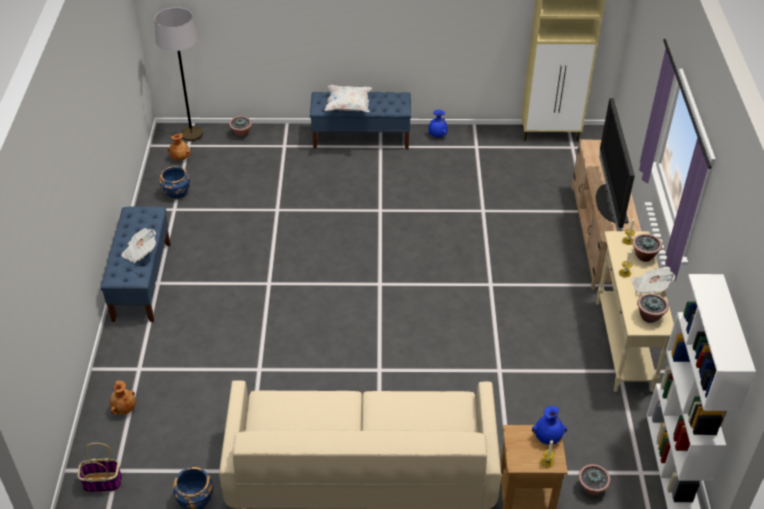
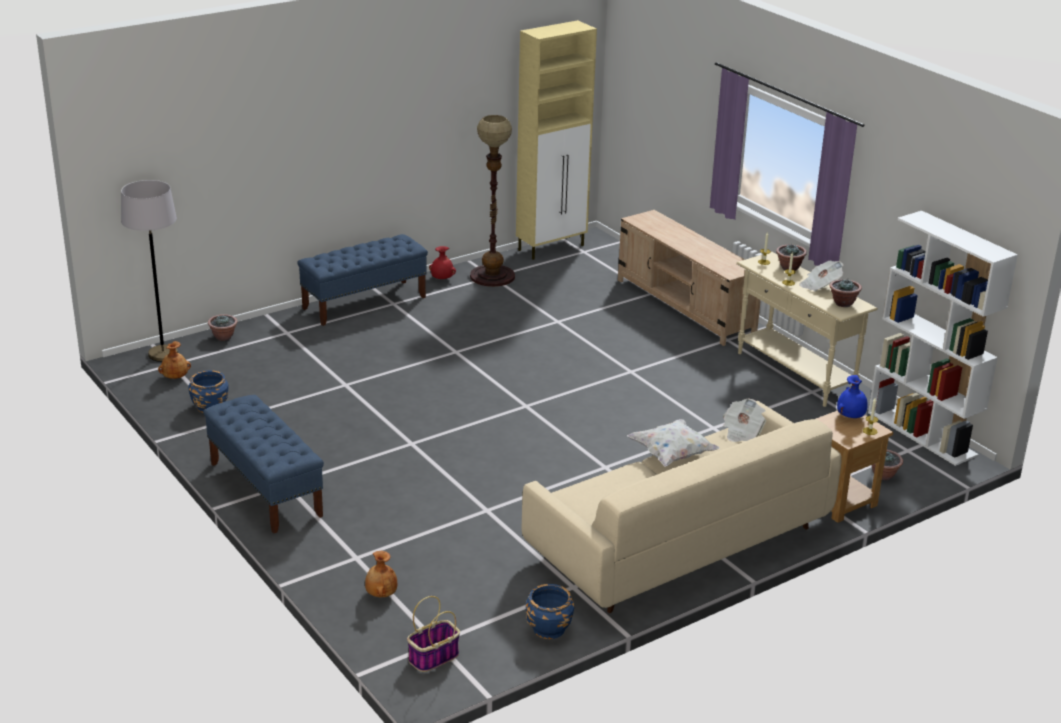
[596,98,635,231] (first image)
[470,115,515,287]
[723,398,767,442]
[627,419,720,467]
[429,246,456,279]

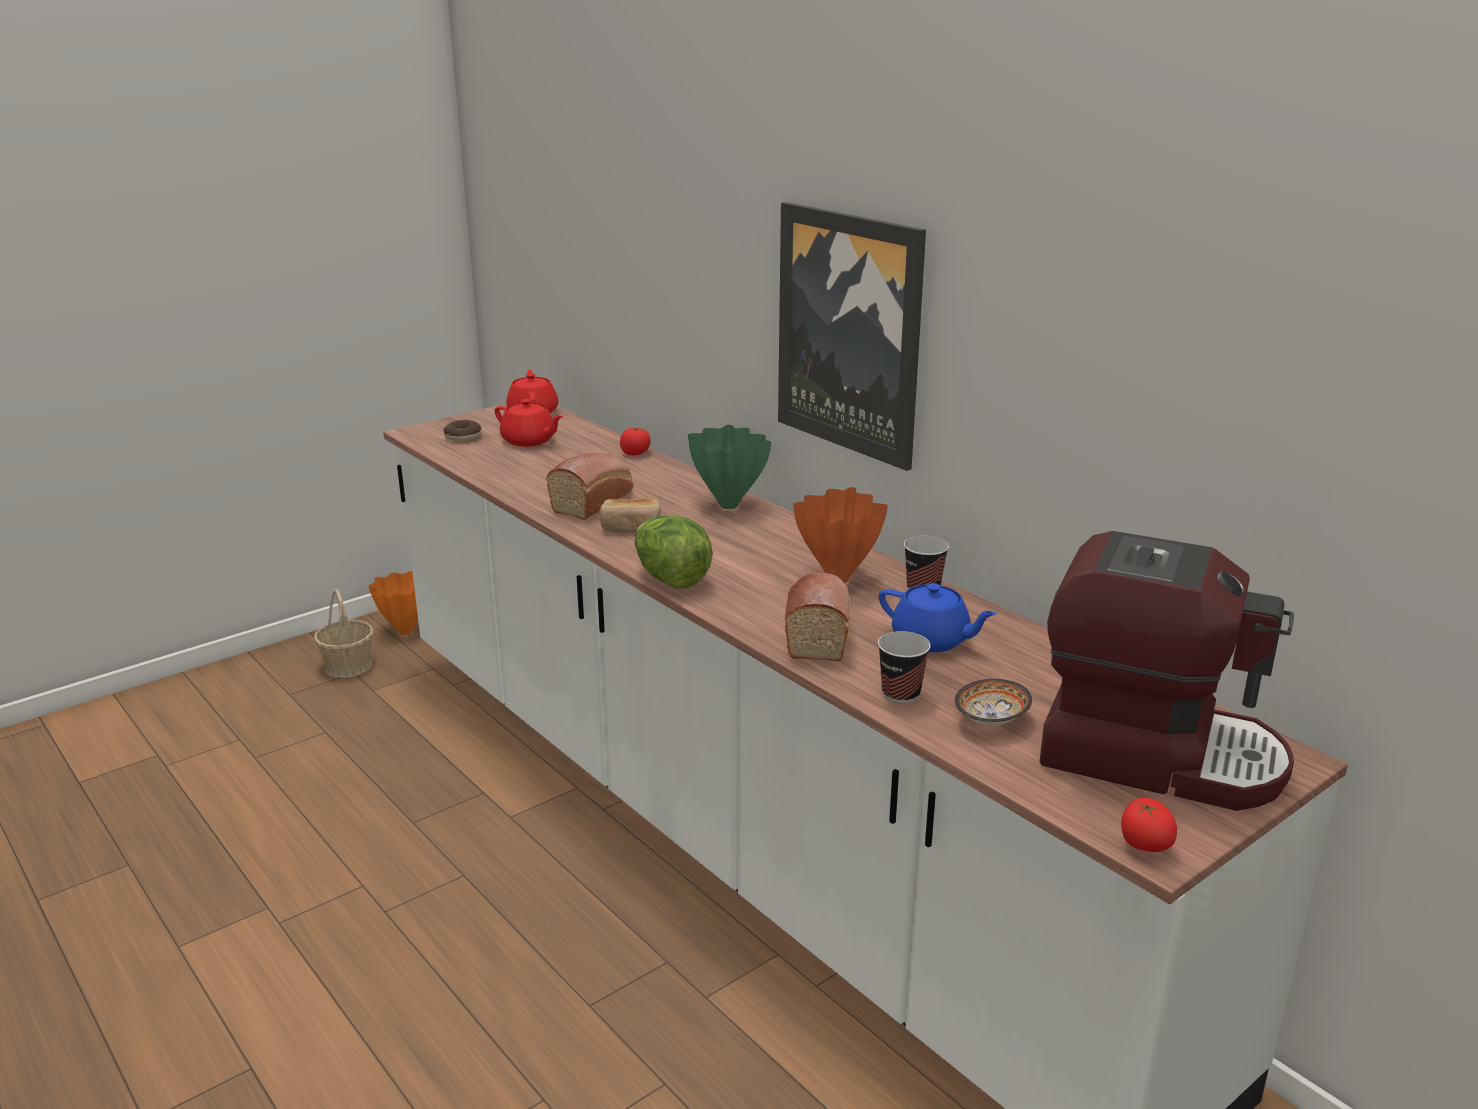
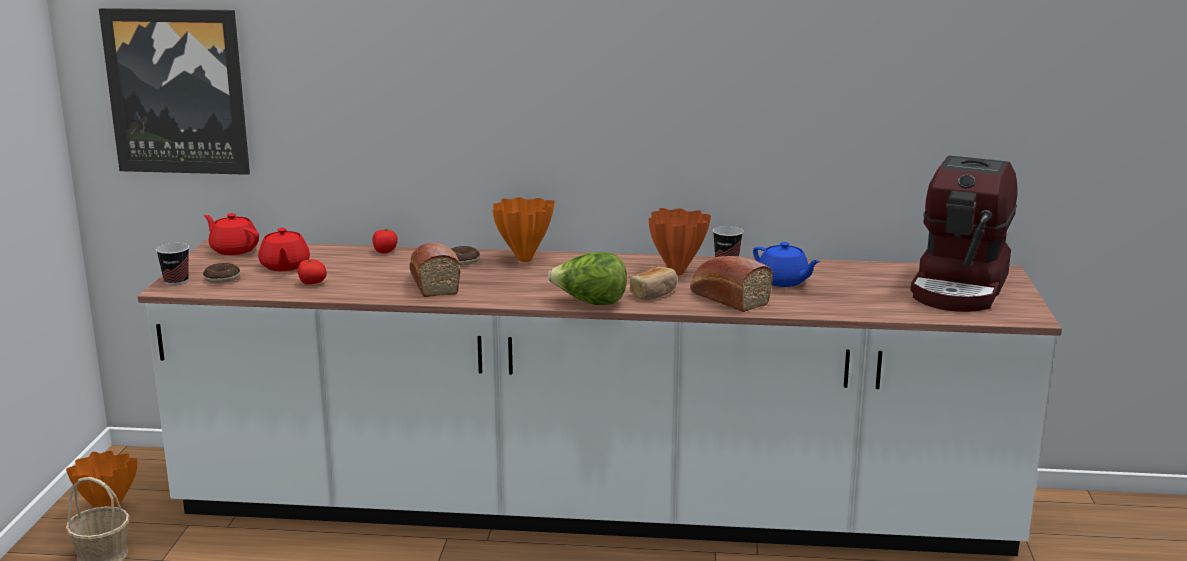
[955,679,1032,726] (first image)
[451,246,480,266]
[630,267,677,300]
[99,8,250,175]
[156,243,189,285]
[298,259,327,285]
[492,197,555,262]
[258,228,310,271]
[753,242,820,287]
[910,156,1018,312]

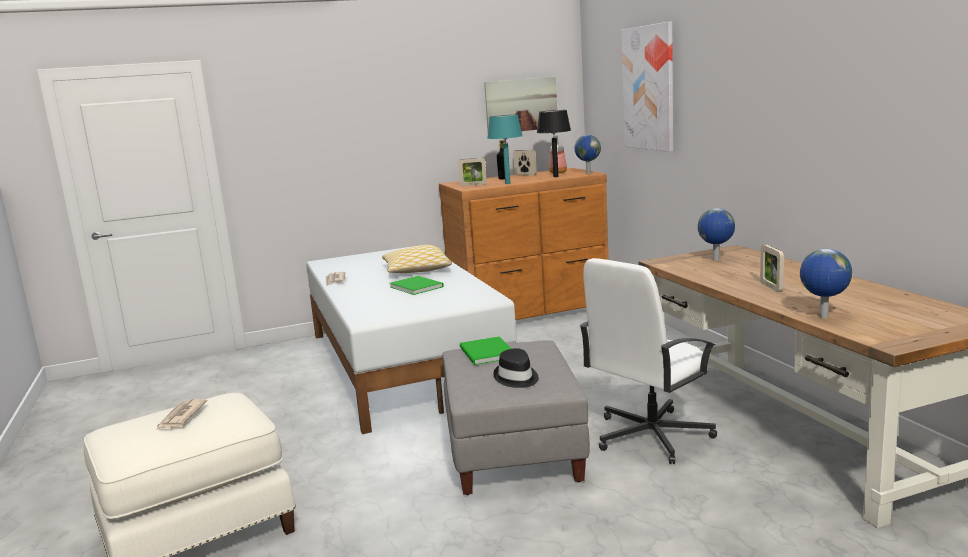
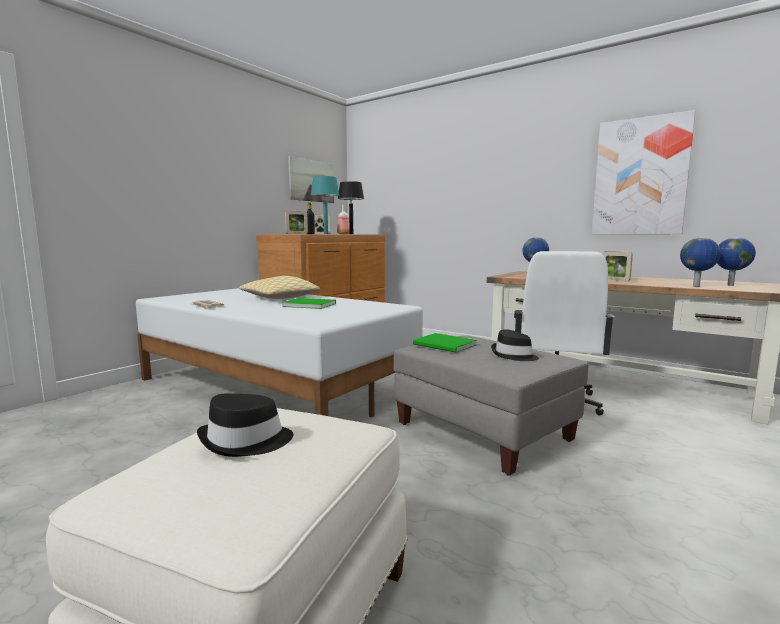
[717,237,756,286]
[592,110,696,234]
[197,393,293,457]

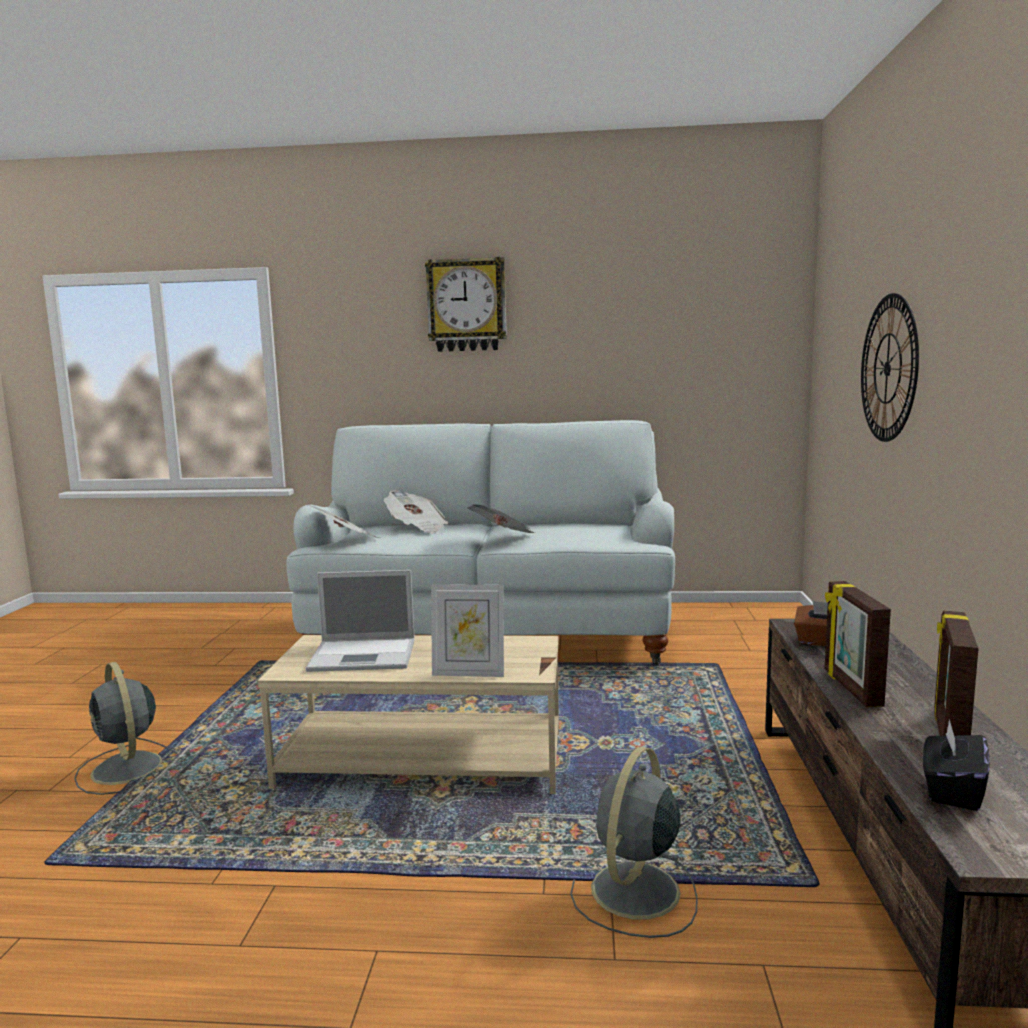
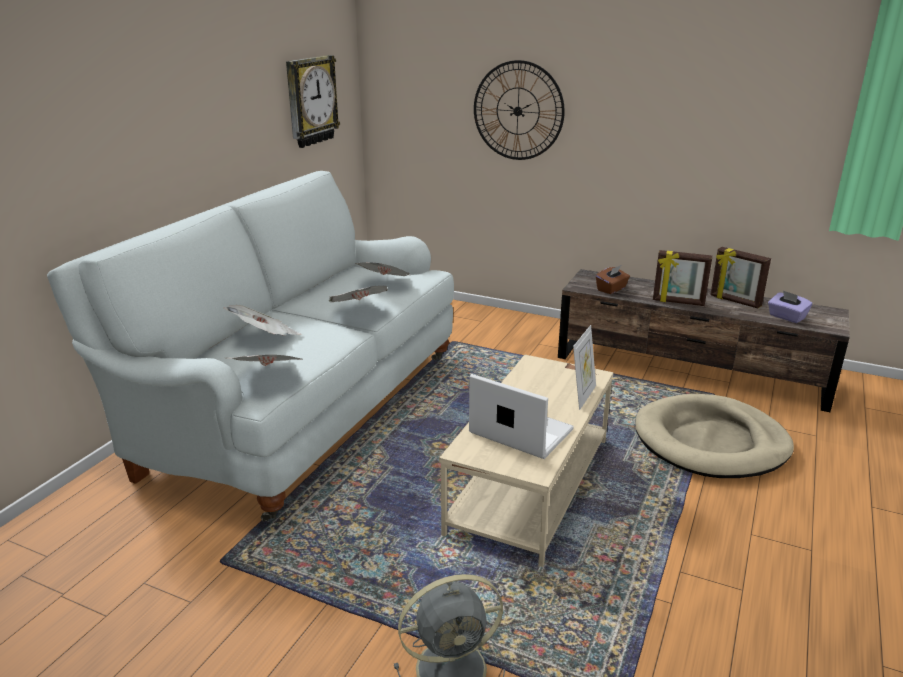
[354,262,410,276]
[286,55,340,148]
[636,394,794,478]
[768,290,813,323]
[469,374,574,459]

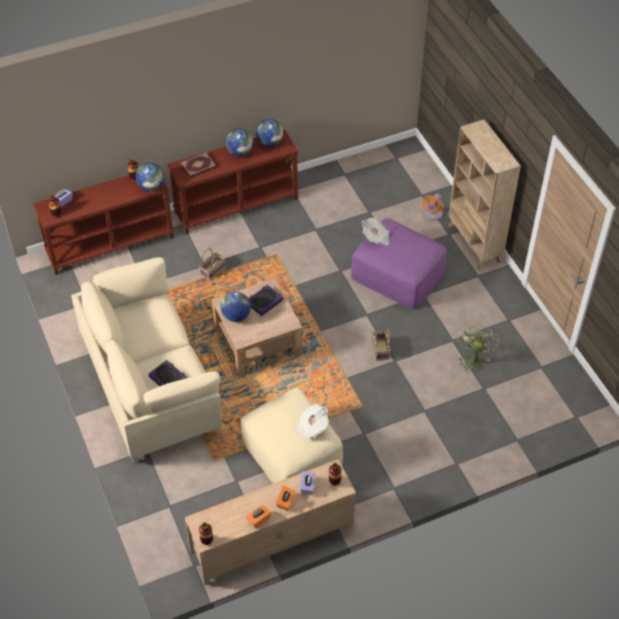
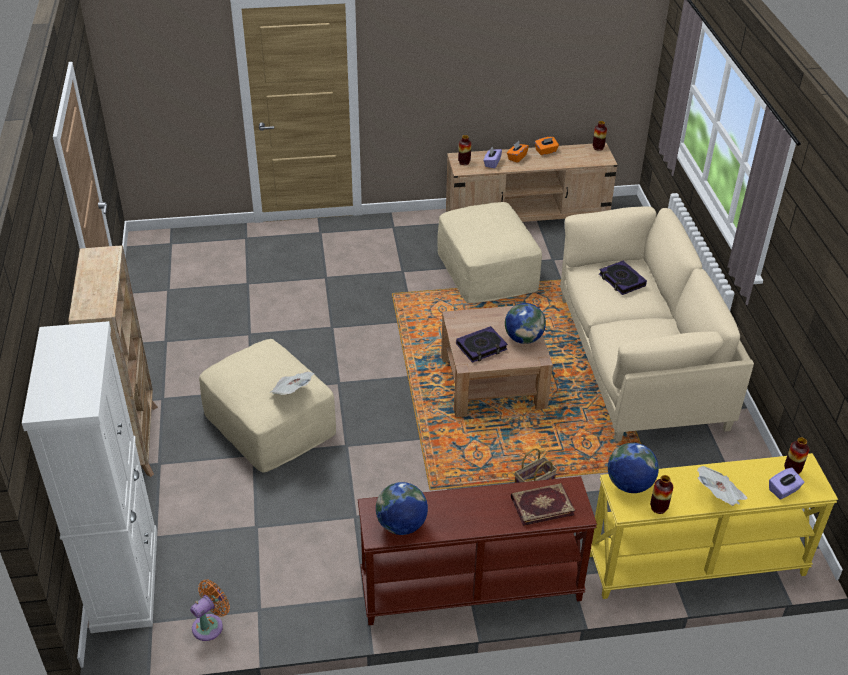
[225,128,253,156] (first image)
[372,329,391,361] (first image)
[457,325,499,371] (first image)
[22,321,157,633]
[697,466,748,506]
[190,580,230,641]
[590,453,838,599]
[199,339,336,473]

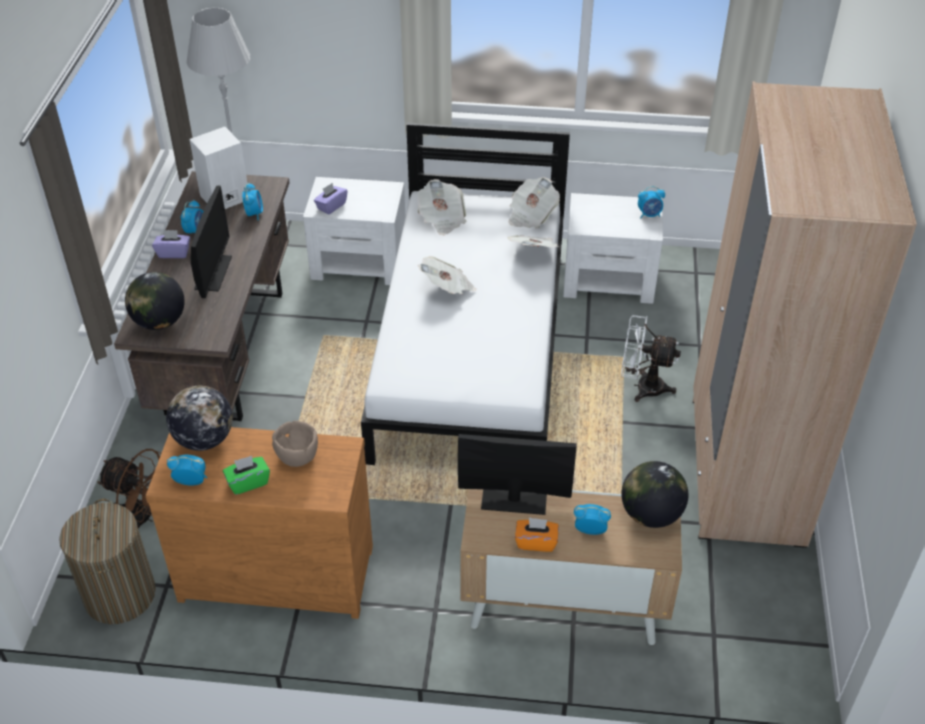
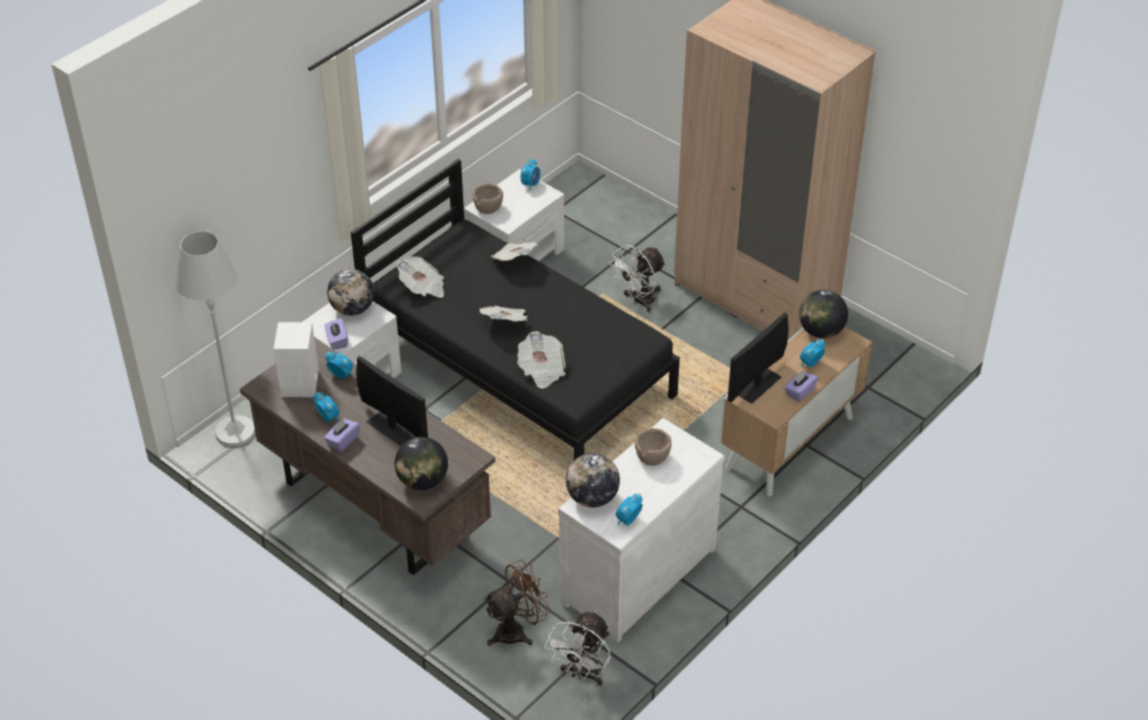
[223,456,270,495] (first image)
[327,269,374,316]
[473,183,503,214]
[518,331,565,389]
[544,610,611,686]
[558,418,725,643]
[351,159,680,460]
[784,370,818,402]

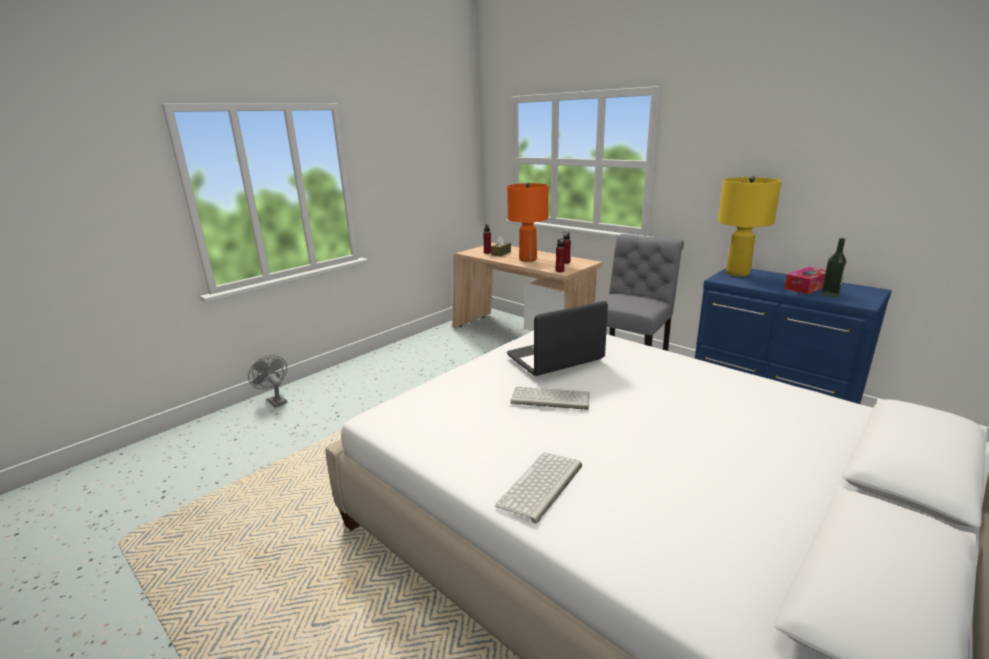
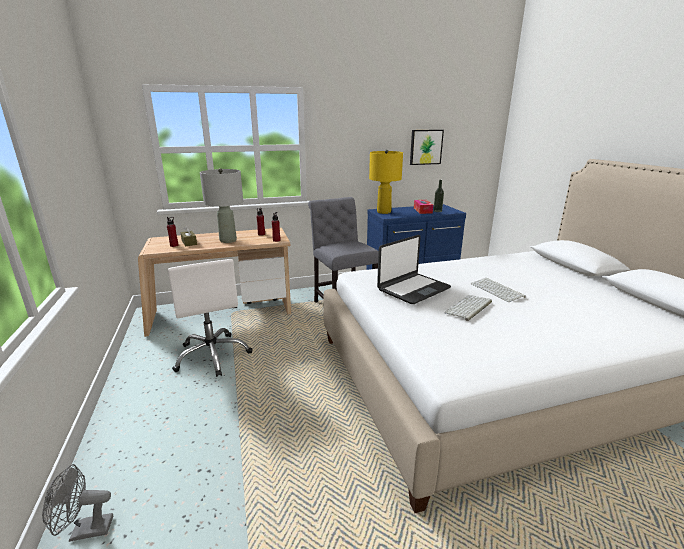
[168,259,252,377]
[410,130,444,165]
[471,278,526,302]
[200,168,243,243]
[377,235,451,304]

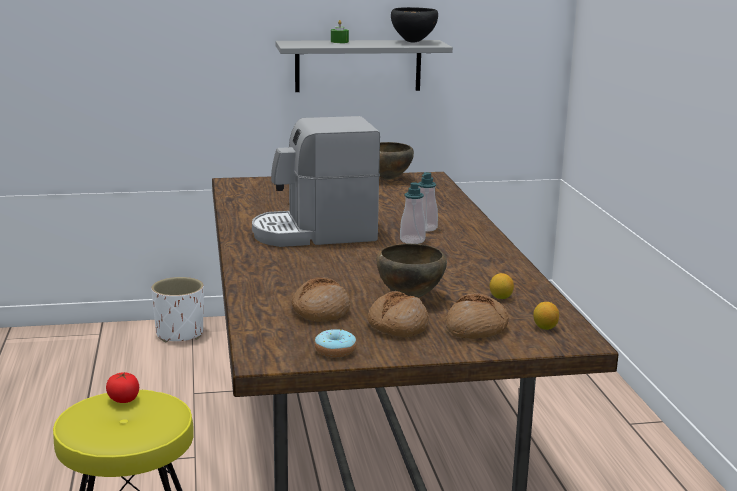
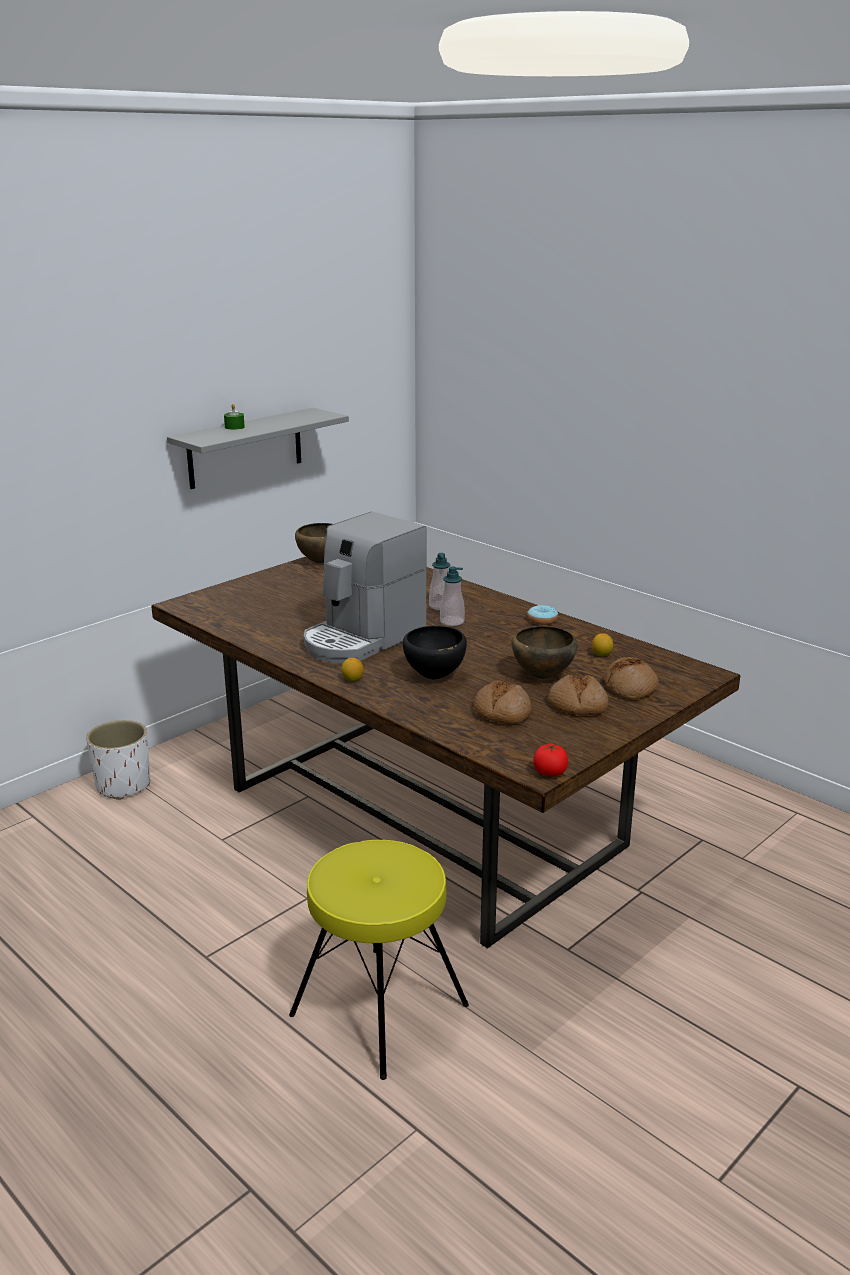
[533,744,568,777]
[527,605,558,625]
[403,626,467,679]
[341,658,364,682]

